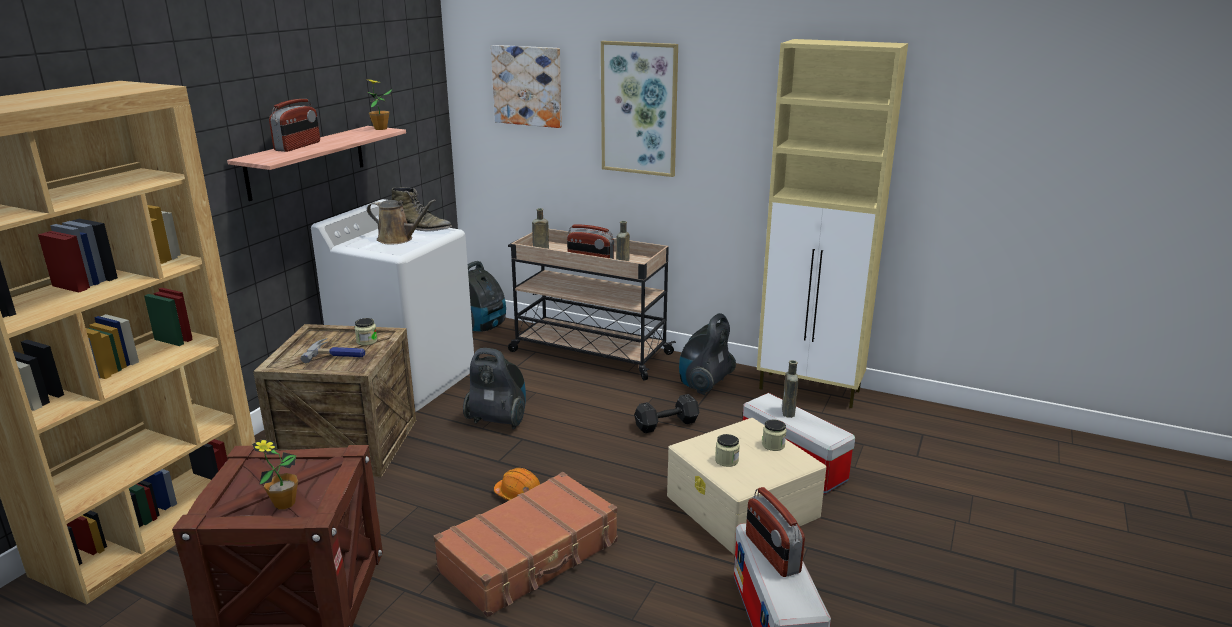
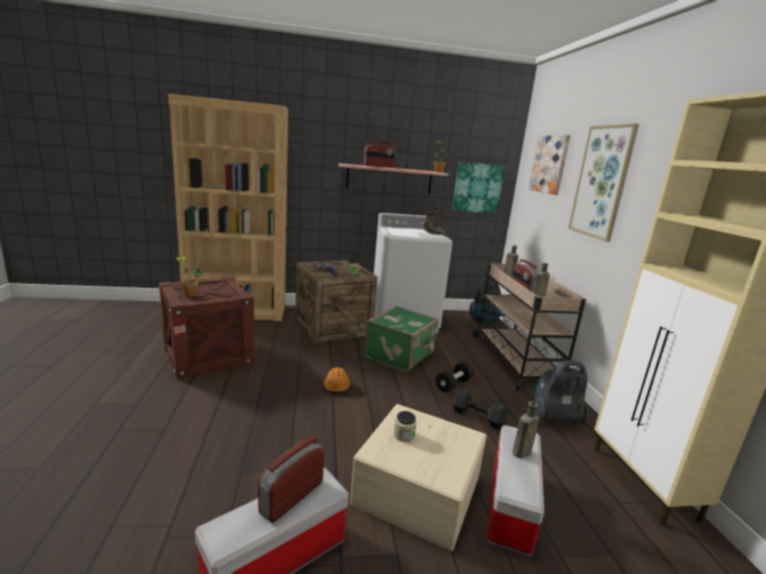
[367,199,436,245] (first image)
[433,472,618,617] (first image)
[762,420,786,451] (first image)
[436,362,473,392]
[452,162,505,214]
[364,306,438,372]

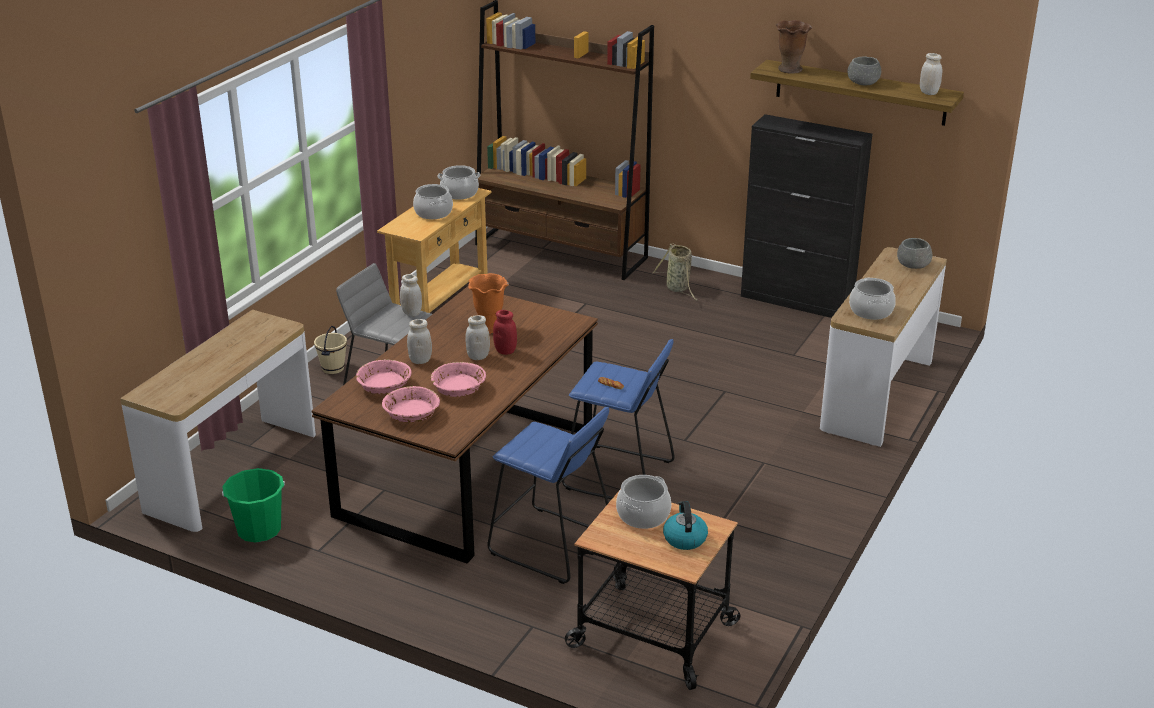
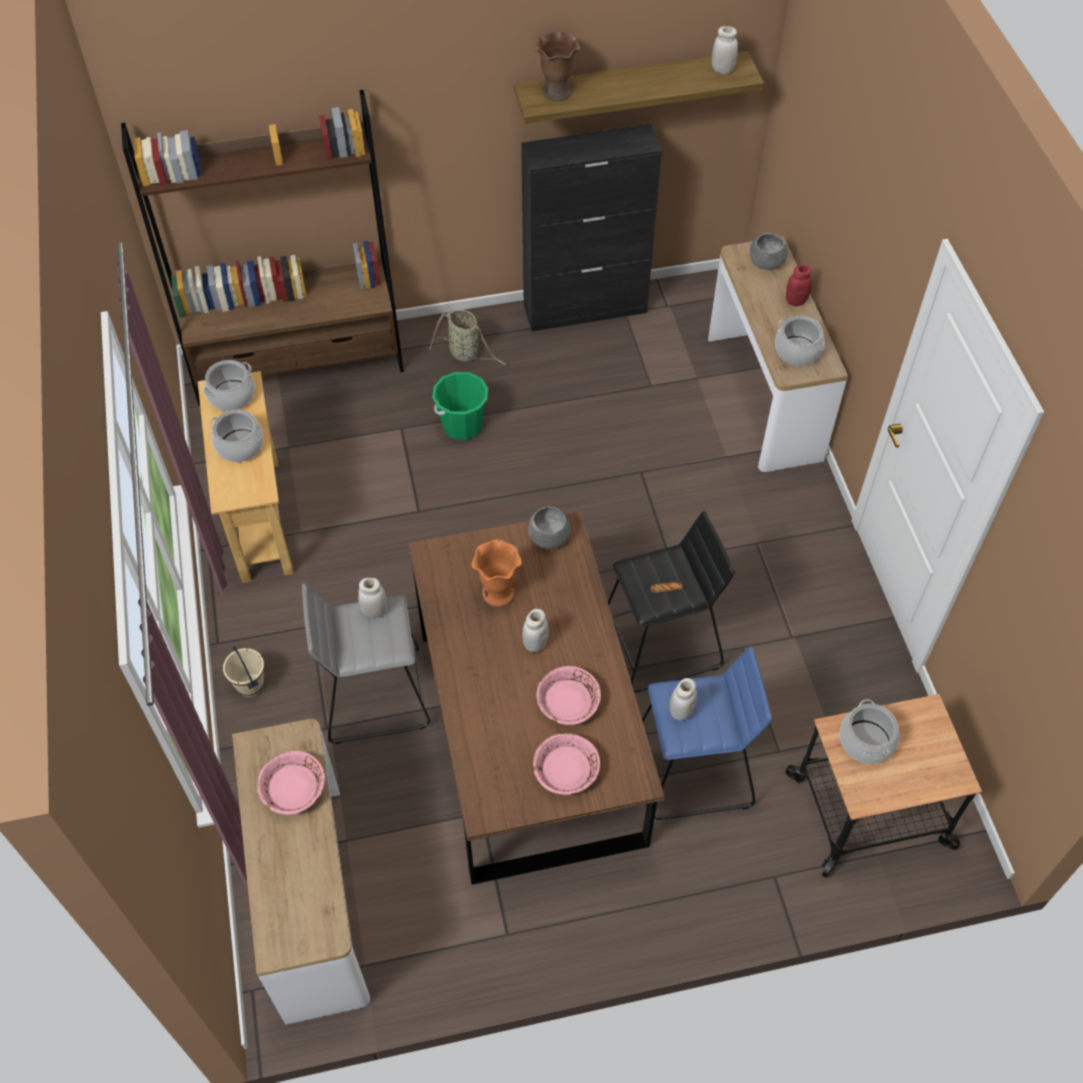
[663,501,708,550] (first image)
[432,372,488,440]
[257,751,325,815]
[670,678,697,721]
[786,265,812,306]
[528,507,571,549]
[608,511,735,692]

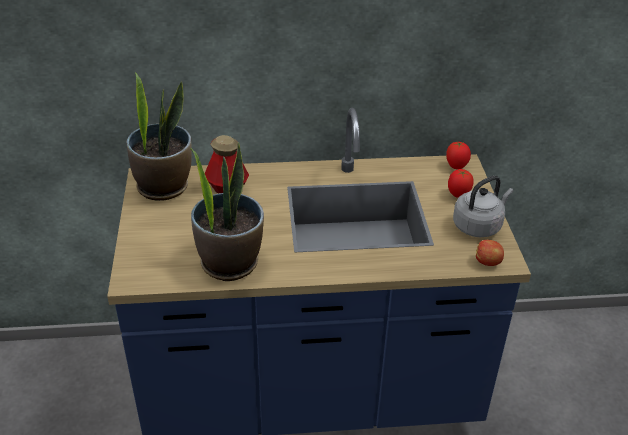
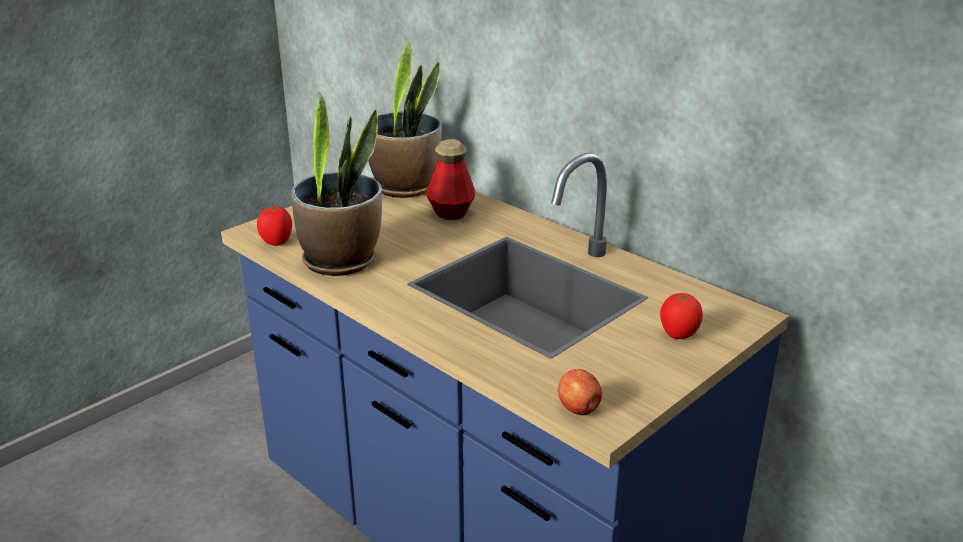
[453,176,513,237] (first image)
[257,205,292,246]

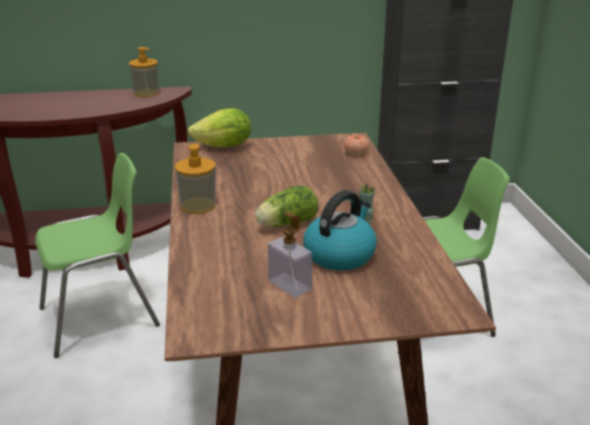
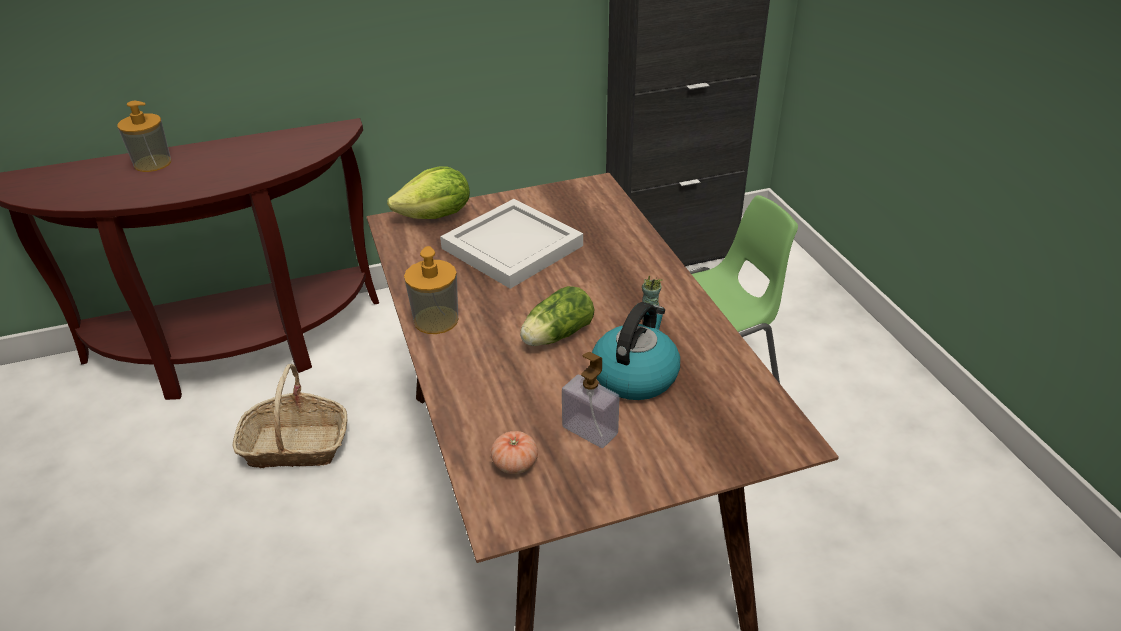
[440,199,583,289]
[117,101,171,172]
[491,431,538,474]
[233,364,347,468]

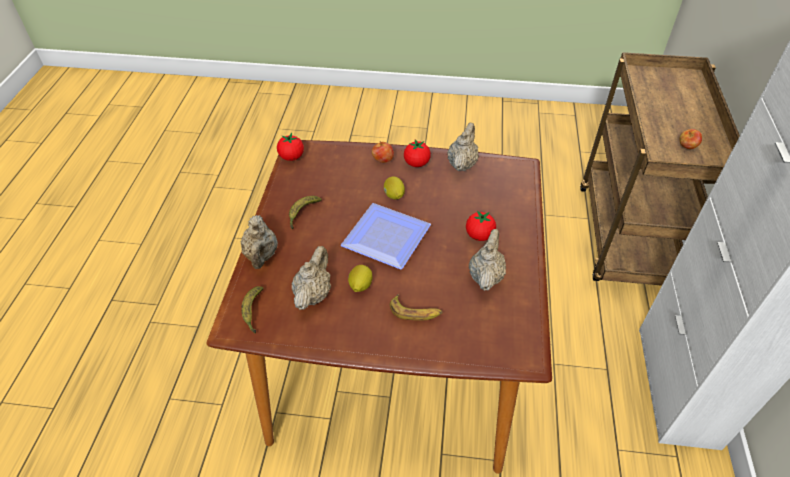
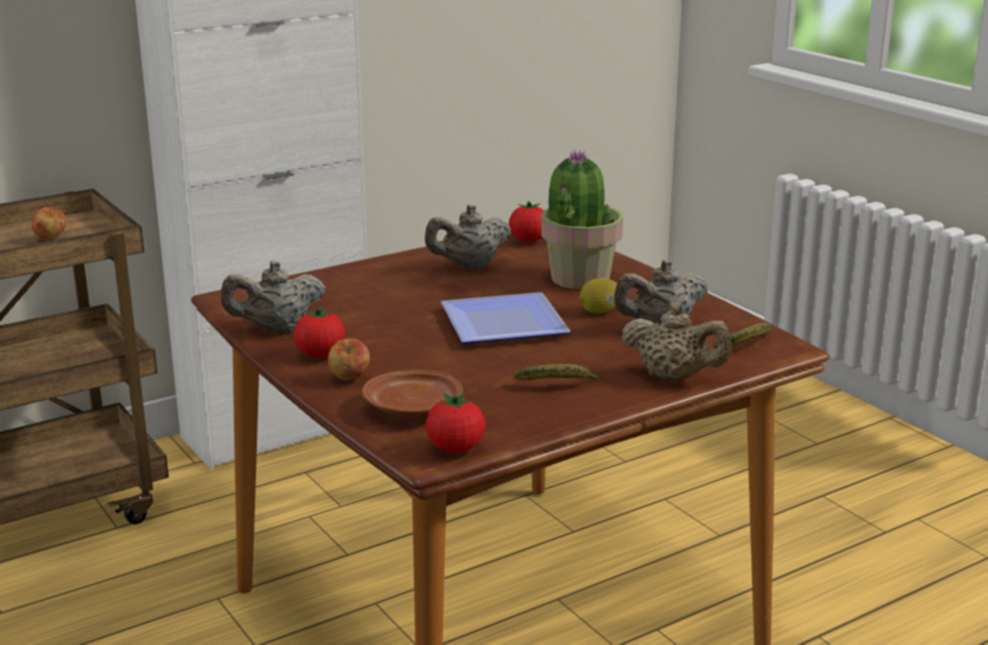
[384,177,405,199] (first image)
[362,370,463,417]
[509,201,544,242]
[541,150,623,289]
[621,302,732,381]

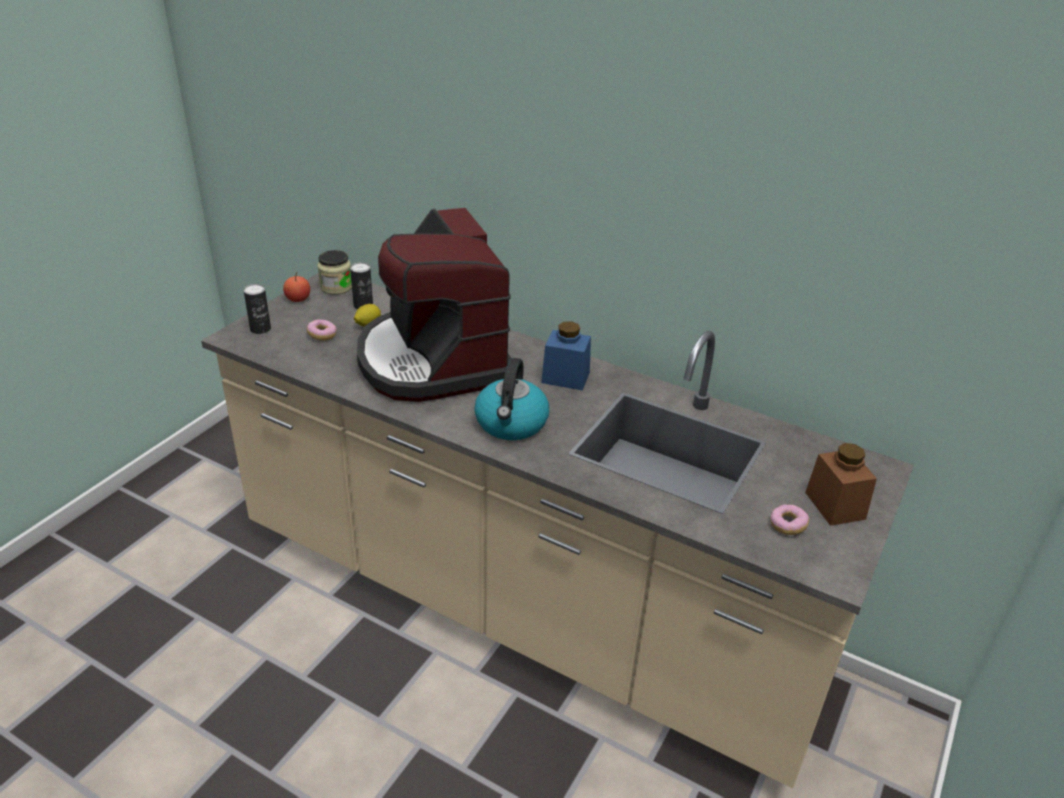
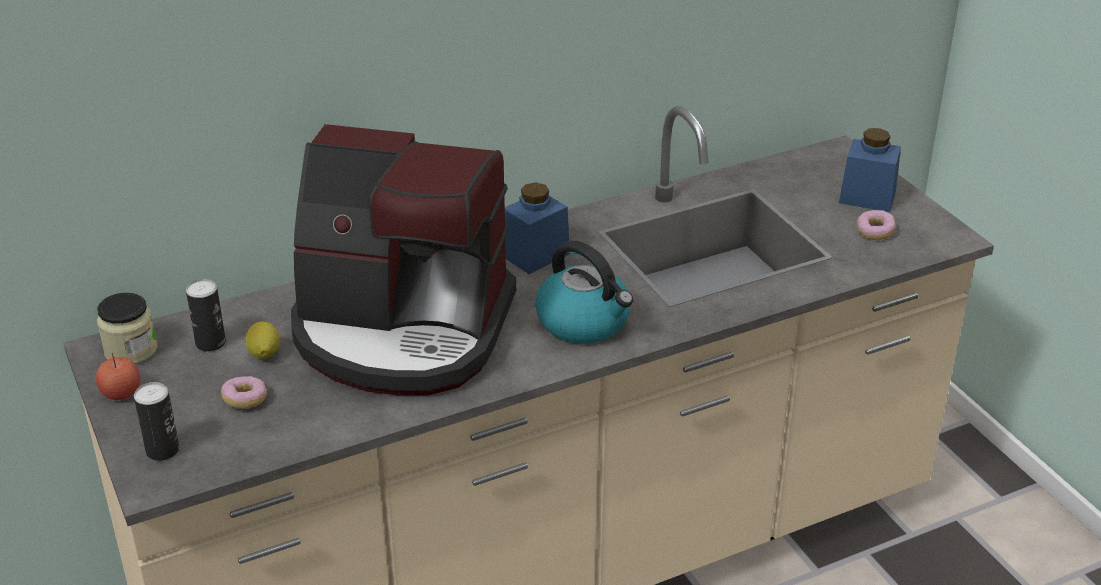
[839,128,901,212]

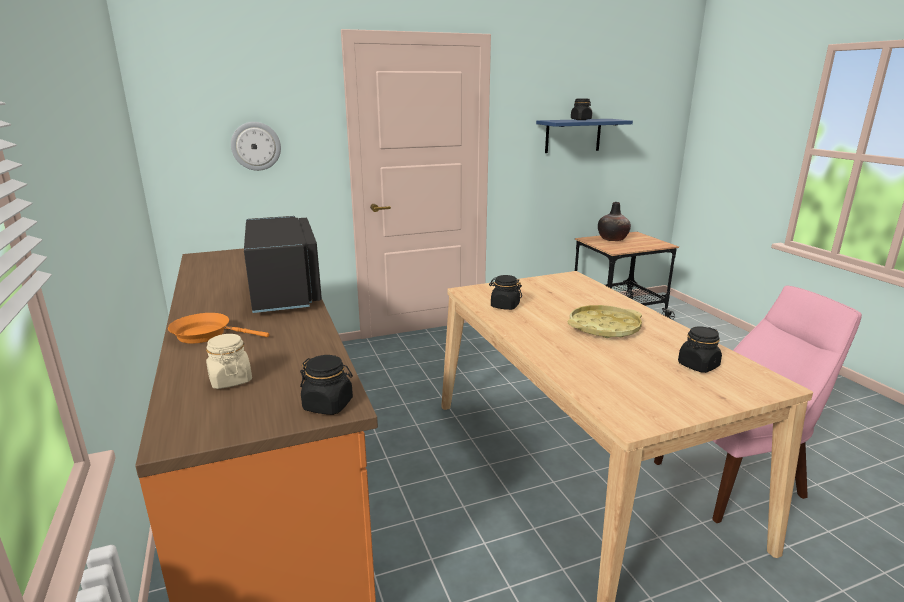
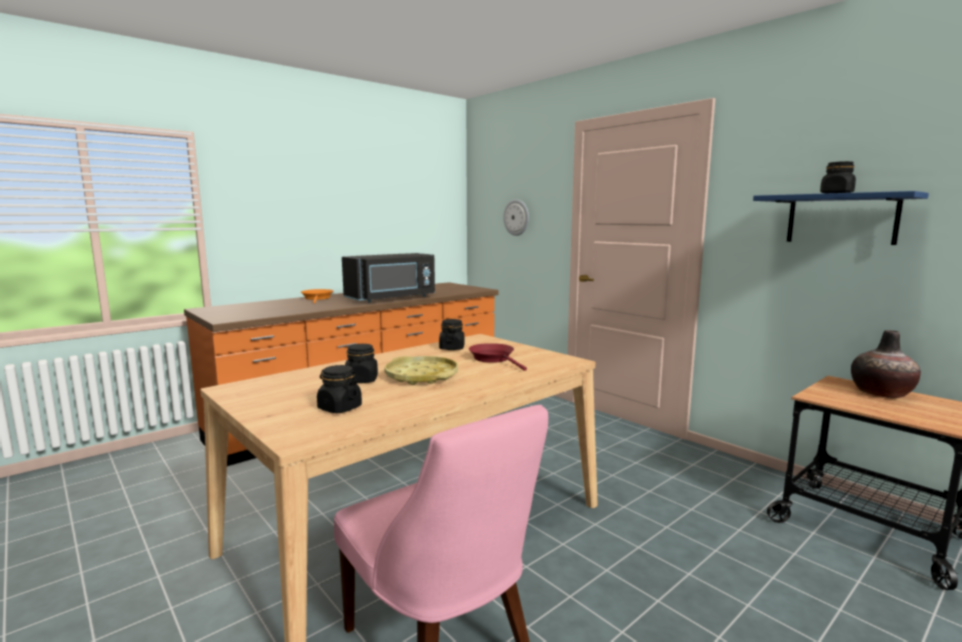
[206,334,252,389] (first image)
[469,343,527,371]
[345,344,378,383]

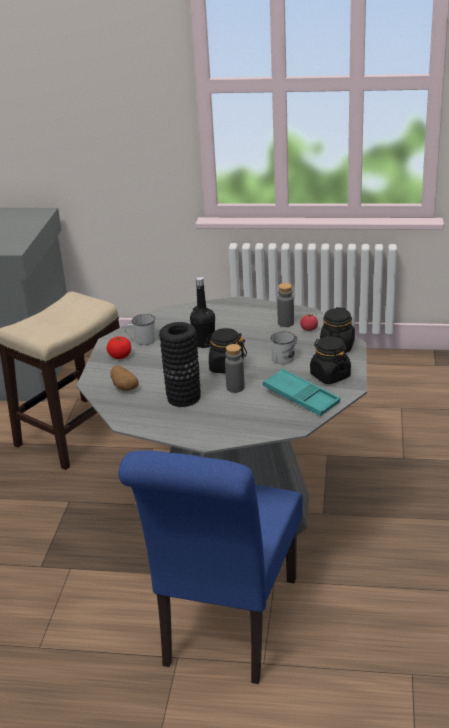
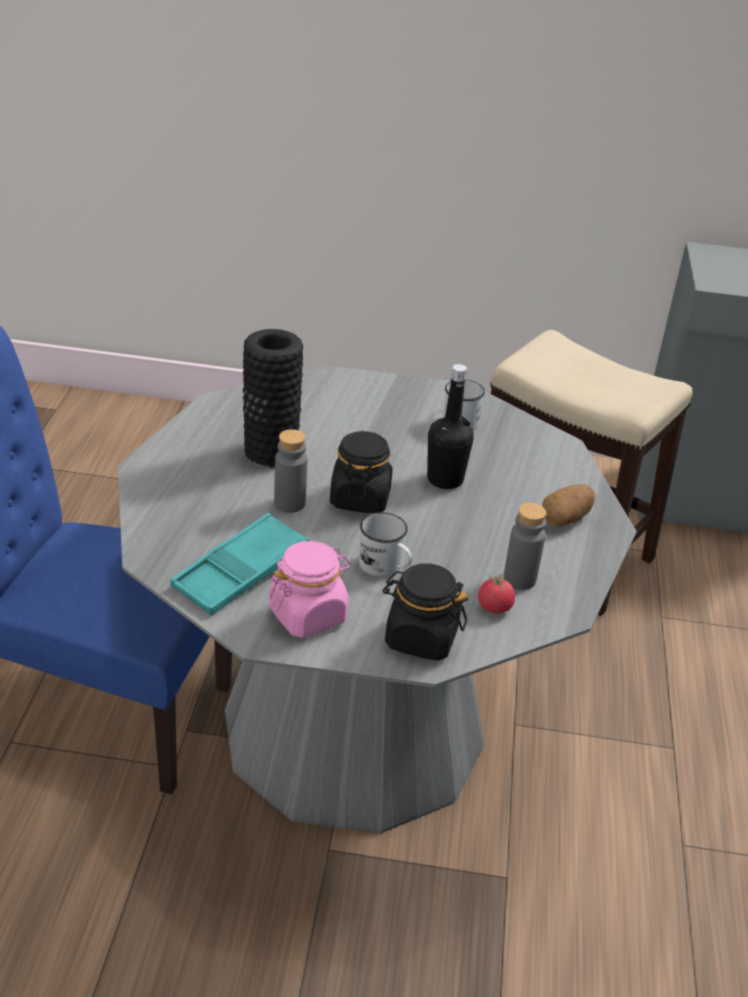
[107,336,131,359] (first image)
[542,484,595,527]
[268,541,351,638]

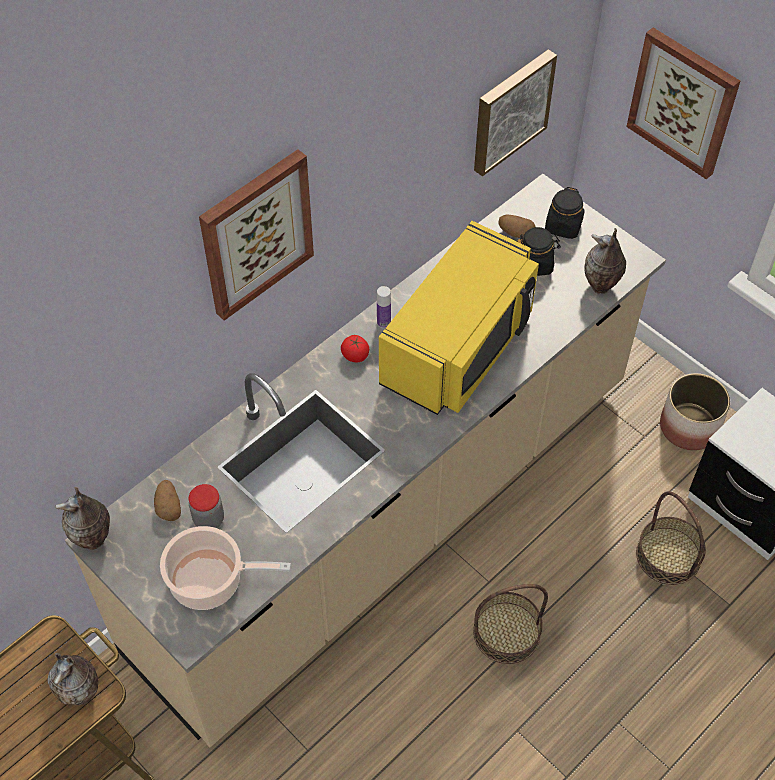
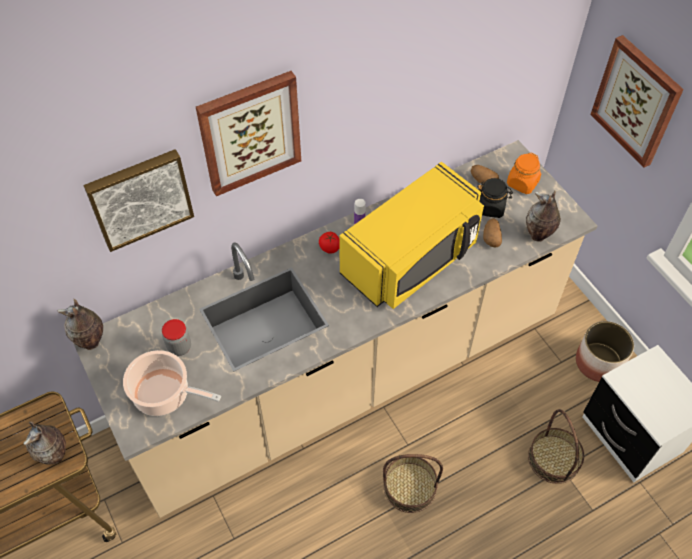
[483,218,502,247]
[83,149,194,252]
[507,153,541,194]

